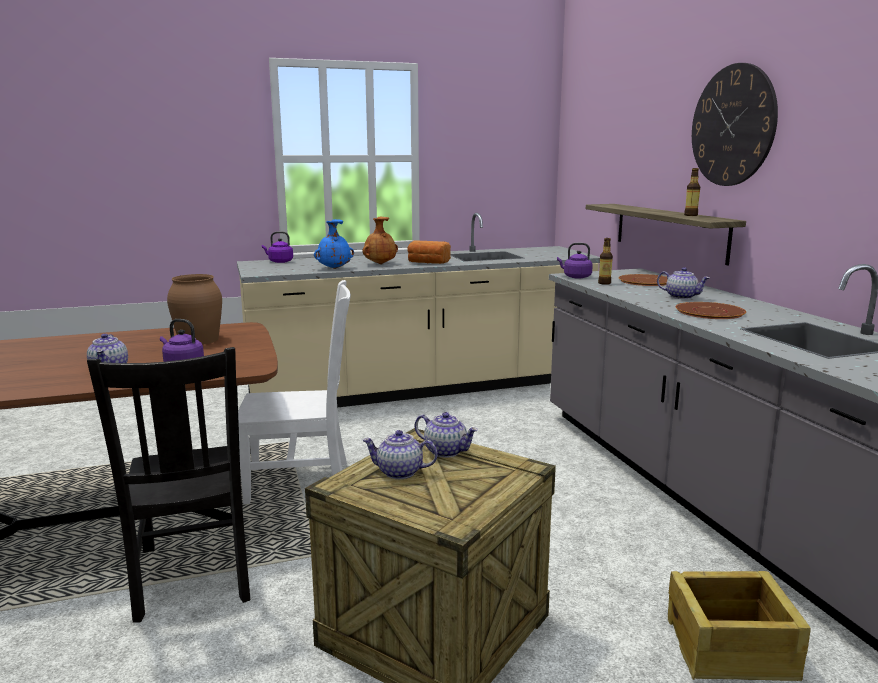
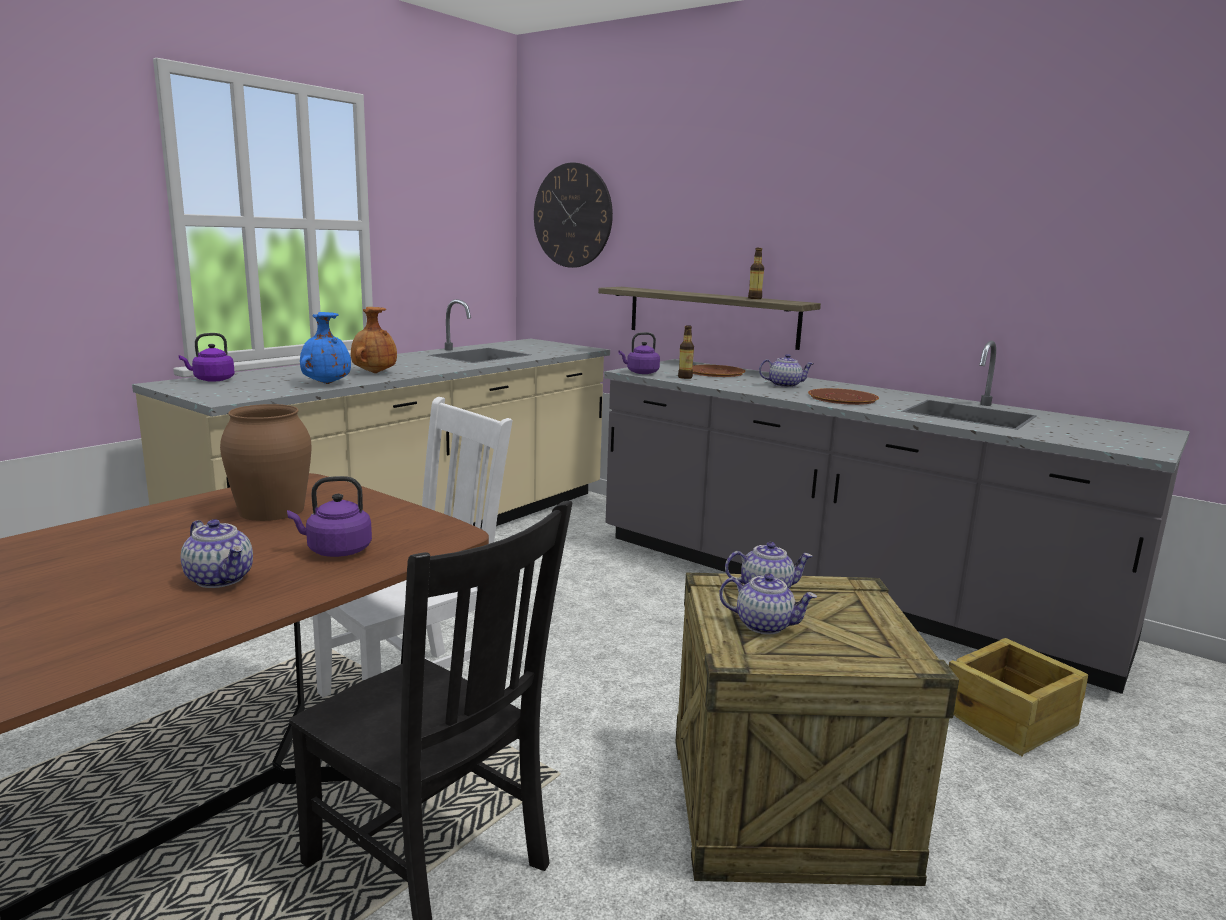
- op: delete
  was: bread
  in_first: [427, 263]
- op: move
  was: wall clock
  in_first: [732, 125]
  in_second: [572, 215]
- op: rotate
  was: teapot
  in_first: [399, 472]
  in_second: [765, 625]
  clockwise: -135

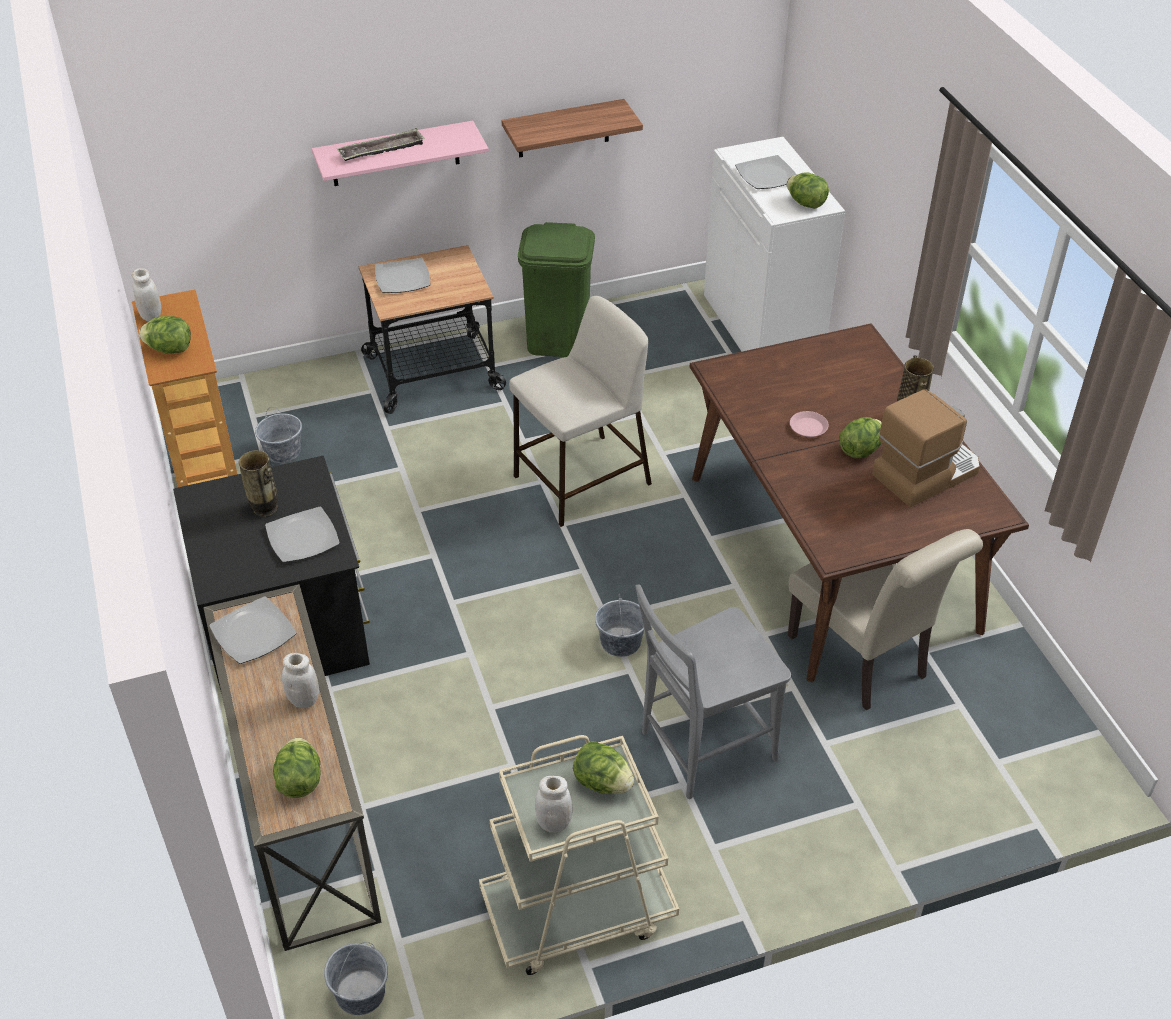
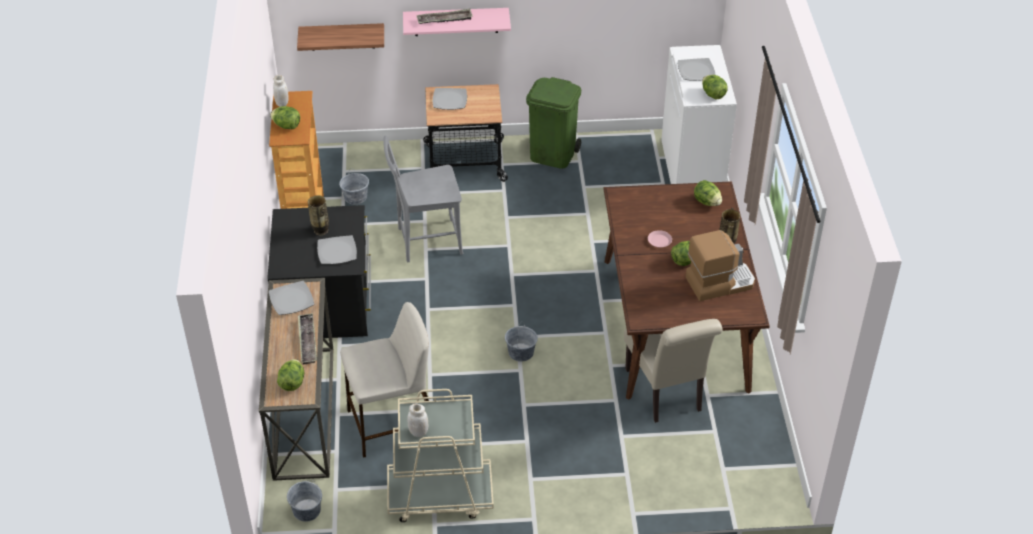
- op: move
  was: shelf
  in_first: [563, 129]
  in_second: [342, 37]
- op: move
  was: stool in beige
  in_first: [581, 481]
  in_second: [392, 424]
- op: move
  was: lettuce
  in_first: [602, 782]
  in_second: [707, 202]
- op: move
  was: chair in grey
  in_first: [701, 748]
  in_second: [426, 241]
- op: replace
  was: jar in white
  now: tray
  in_first: [304, 700]
  in_second: [307, 341]

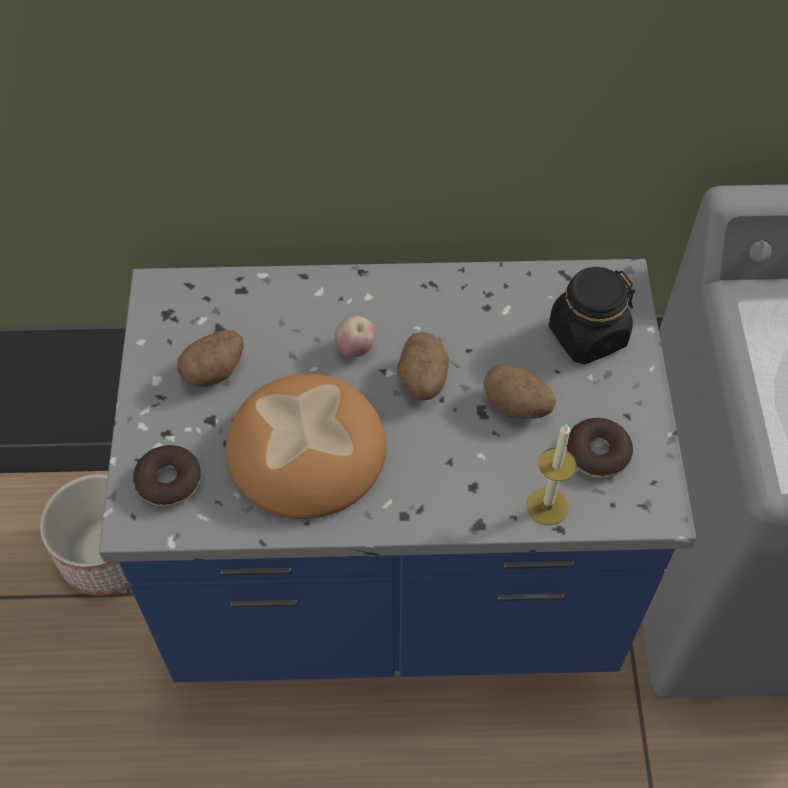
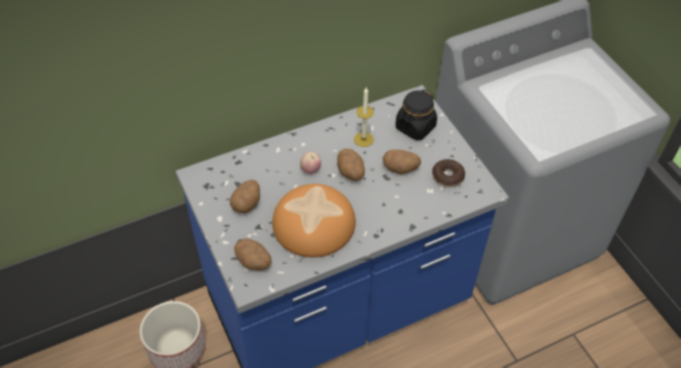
- op: move
  was: candle
  in_first: [547, 506]
  in_second: [363, 139]
- op: replace
  was: donut
  now: potato
  in_first: [169, 481]
  in_second: [254, 262]

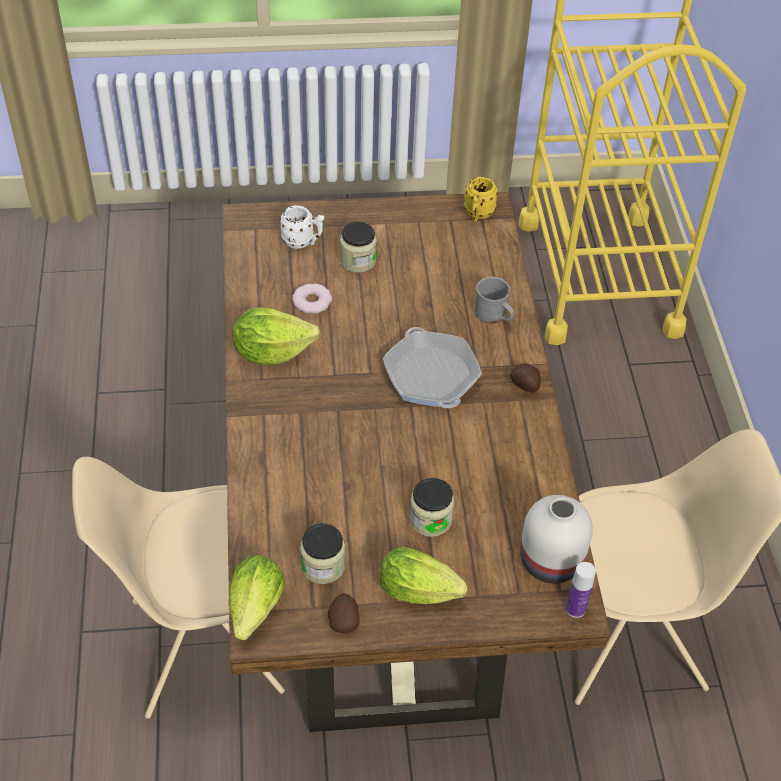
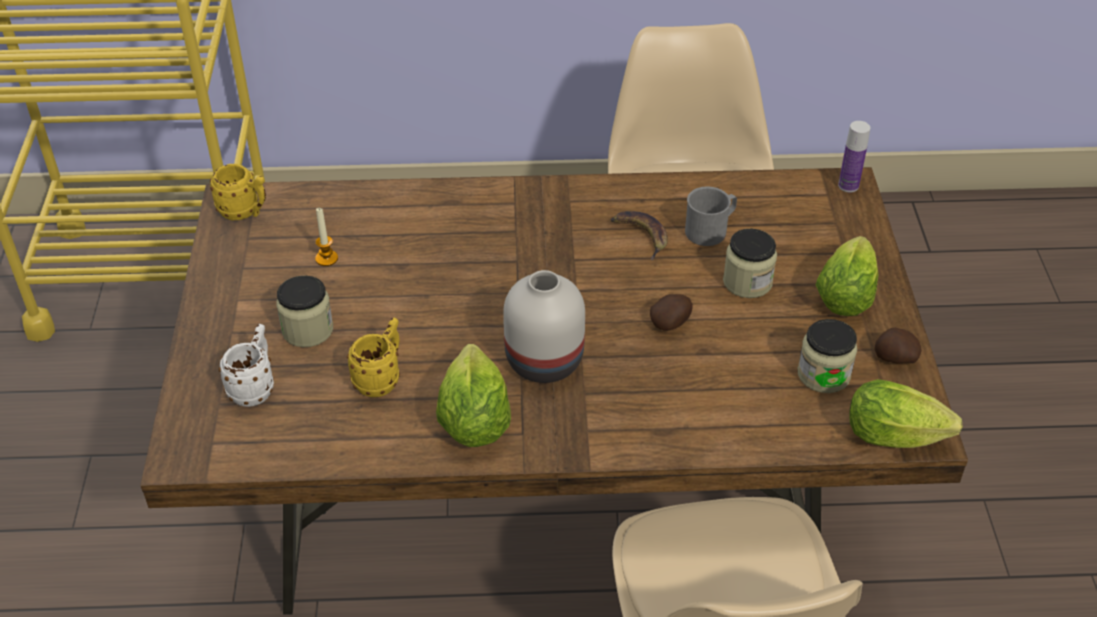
- op: delete
  was: frying pan
  in_first: [431, 376]
- op: insert
  now: candle
  in_second: [326, 258]
- op: insert
  now: banana
  in_second: [640, 235]
- op: move
  was: mug in grey
  in_first: [494, 315]
  in_second: [711, 229]
- op: move
  was: potato
  in_first: [525, 385]
  in_second: [671, 323]
- op: move
  was: vase in white
  in_first: [551, 562]
  in_second: [546, 360]
- op: replace
  was: donut
  now: mug in yellow
  in_first: [312, 302]
  in_second: [381, 379]

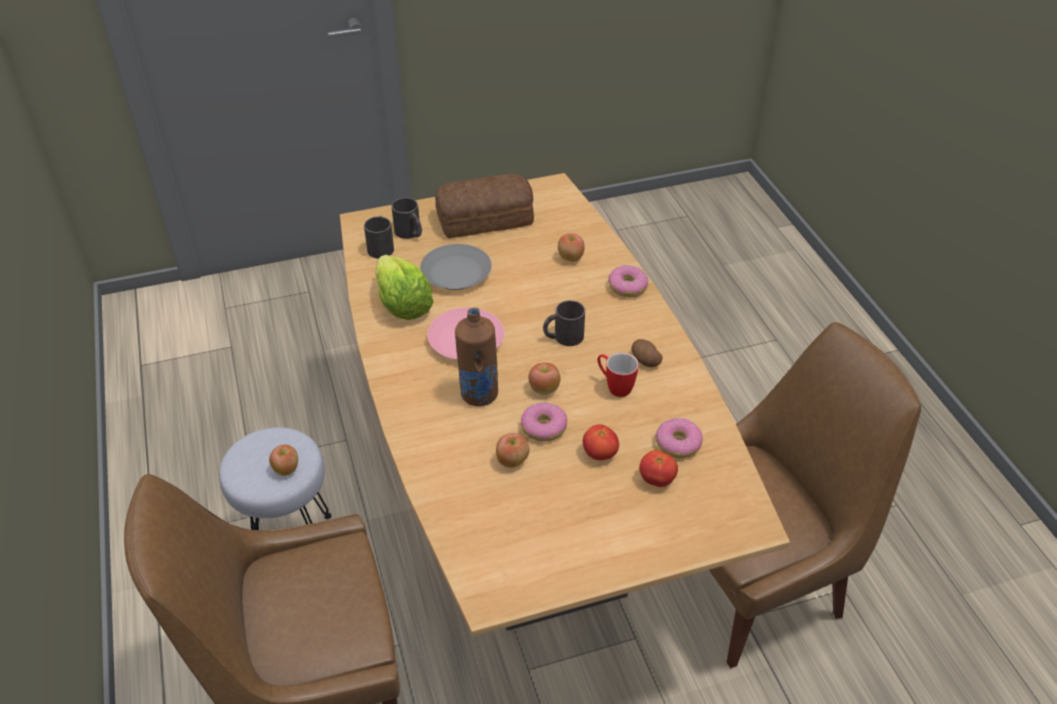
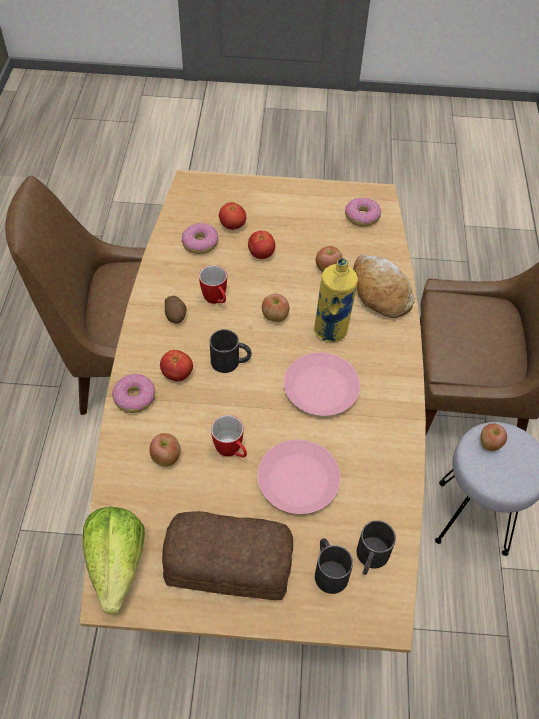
- op: insert
  now: tomato
  in_second: [177, 374]
- op: insert
  now: mug
  in_second: [232, 452]
- op: insert
  now: bread
  in_second: [379, 292]
- op: move
  was: lettuce
  in_first: [402, 305]
  in_second: [117, 565]
- op: move
  was: donut
  in_first: [543, 428]
  in_second: [362, 217]
- op: recolor
  was: plate in grey
  now: plate in pink
  in_first: [456, 273]
  in_second: [298, 480]
- op: recolor
  was: bottle in brown
  now: bottle in yellow
  in_first: [478, 394]
  in_second: [331, 330]

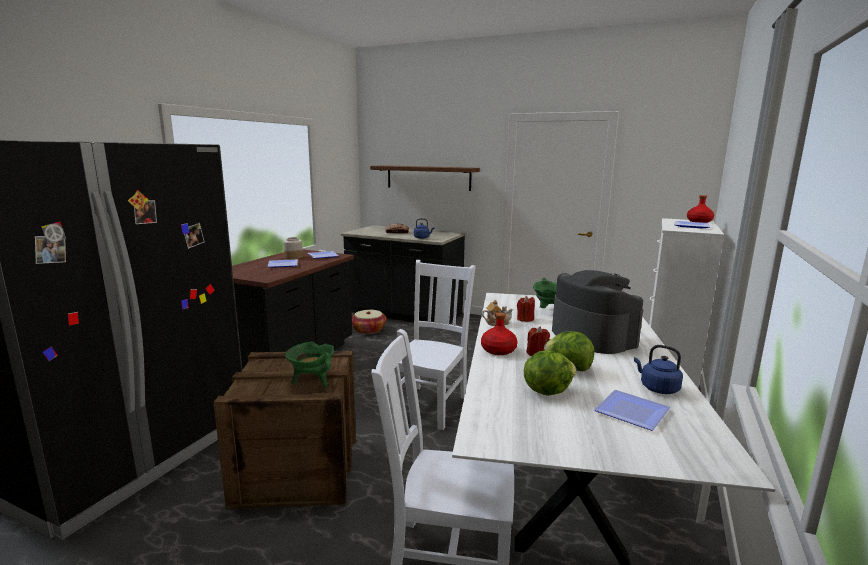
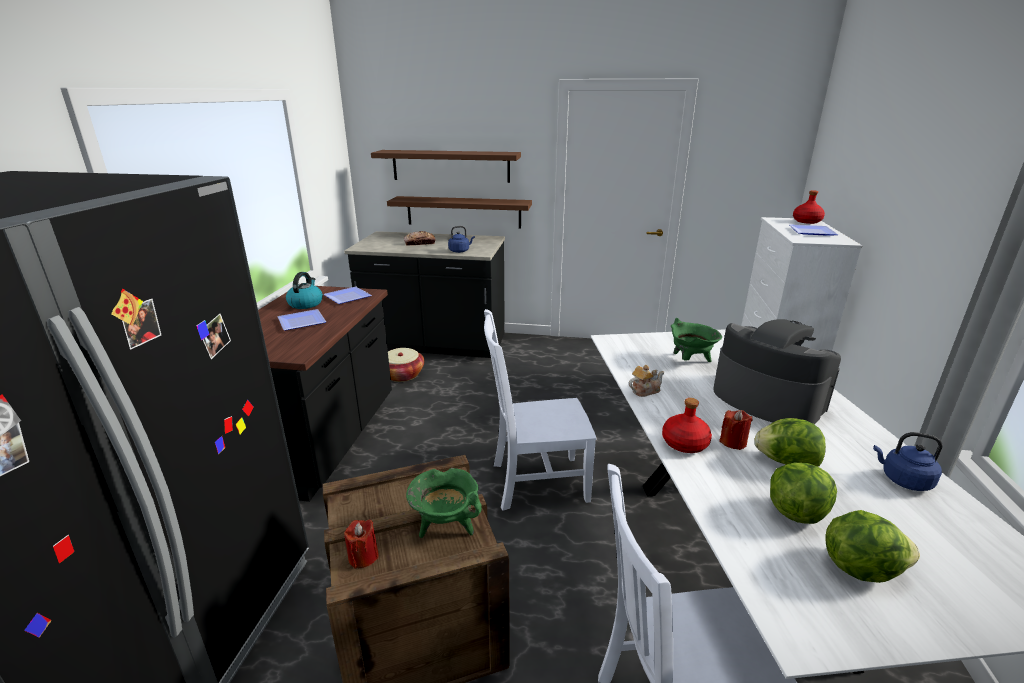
- op: delete
  was: plate
  in_first: [629, 412]
- op: insert
  now: shelf in brown
  in_second: [463, 212]
- op: insert
  now: lettuce
  in_second: [859, 567]
- op: move
  was: candle in red
  in_first: [525, 319]
  in_second: [363, 556]
- op: replace
  was: jar
  now: kettle
  in_first: [293, 257]
  in_second: [305, 303]
- op: rotate
  was: chair in white
  in_first: [430, 405]
  in_second: [536, 482]
  clockwise: -105

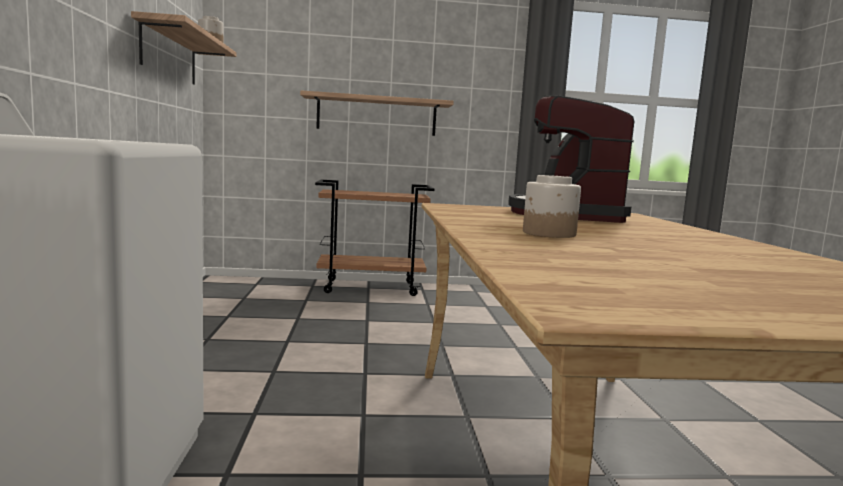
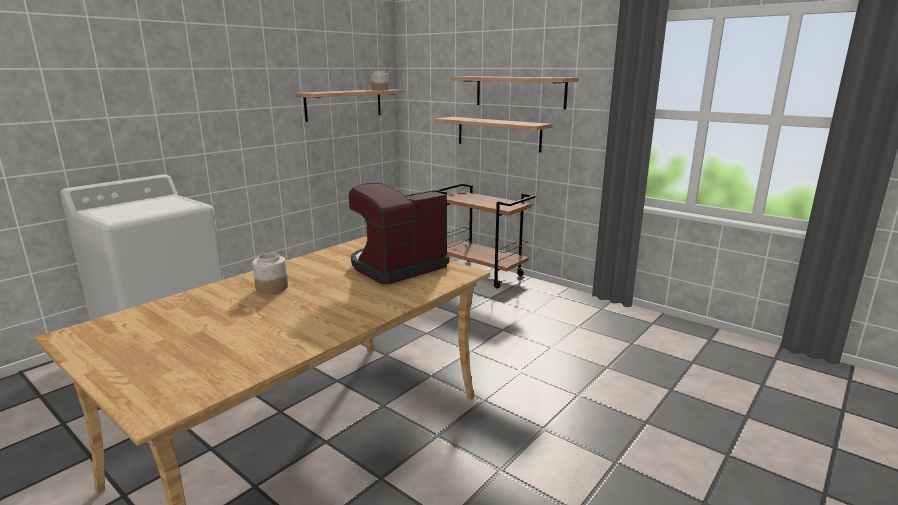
- op: insert
  now: shelf
  in_second: [519, 92]

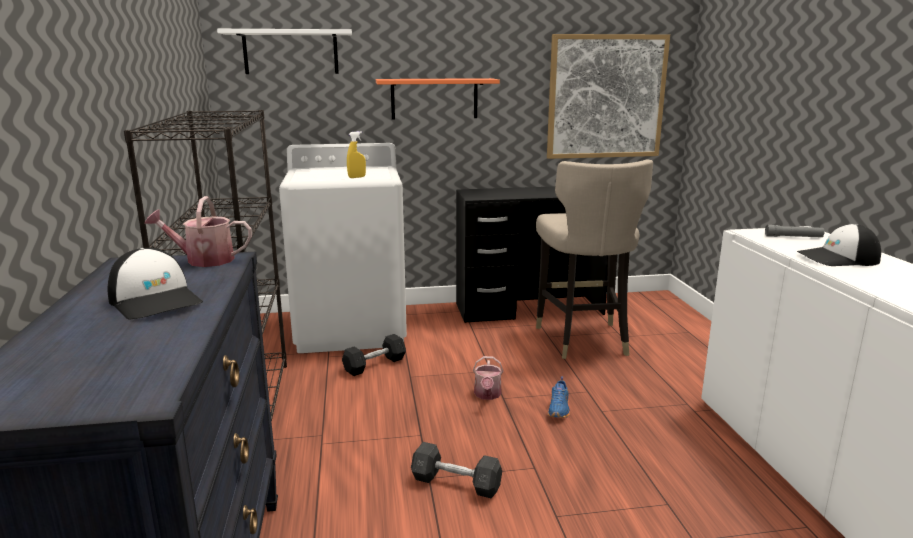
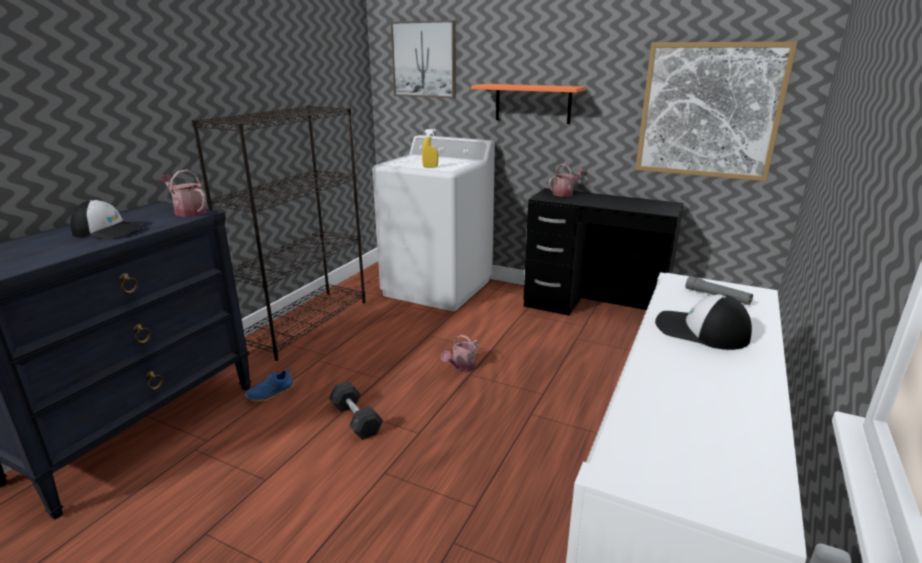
- op: delete
  was: dumbbell in black
  in_first: [374, 365]
- op: delete
  was: stool in beige
  in_first: [583, 339]
- op: insert
  now: watering can
  in_second: [565, 193]
- op: move
  was: shoe in blue
  in_first: [559, 409]
  in_second: [271, 394]
- op: replace
  was: shelf in white
  now: picture
  in_first: [291, 52]
  in_second: [424, 59]
- op: rotate
  was: cap
  in_first: [156, 300]
  in_second: [109, 231]
  clockwise: -75

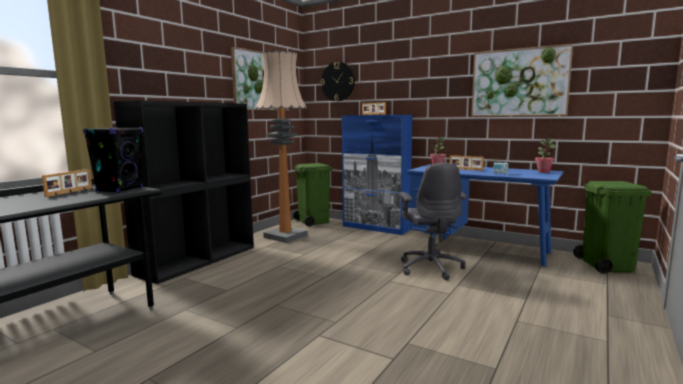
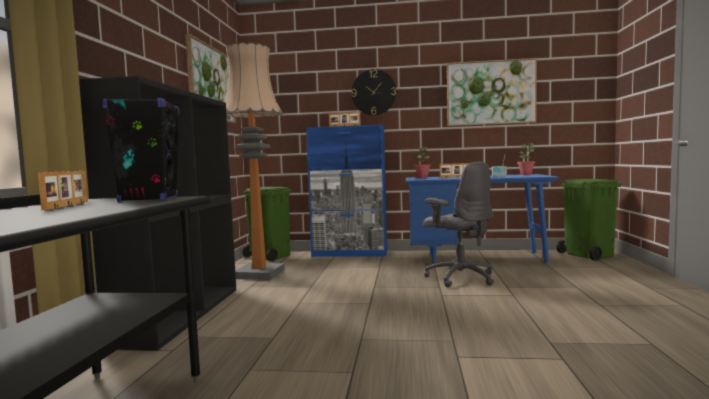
- op: move
  was: wall clock
  in_first: [338, 81]
  in_second: [373, 92]

